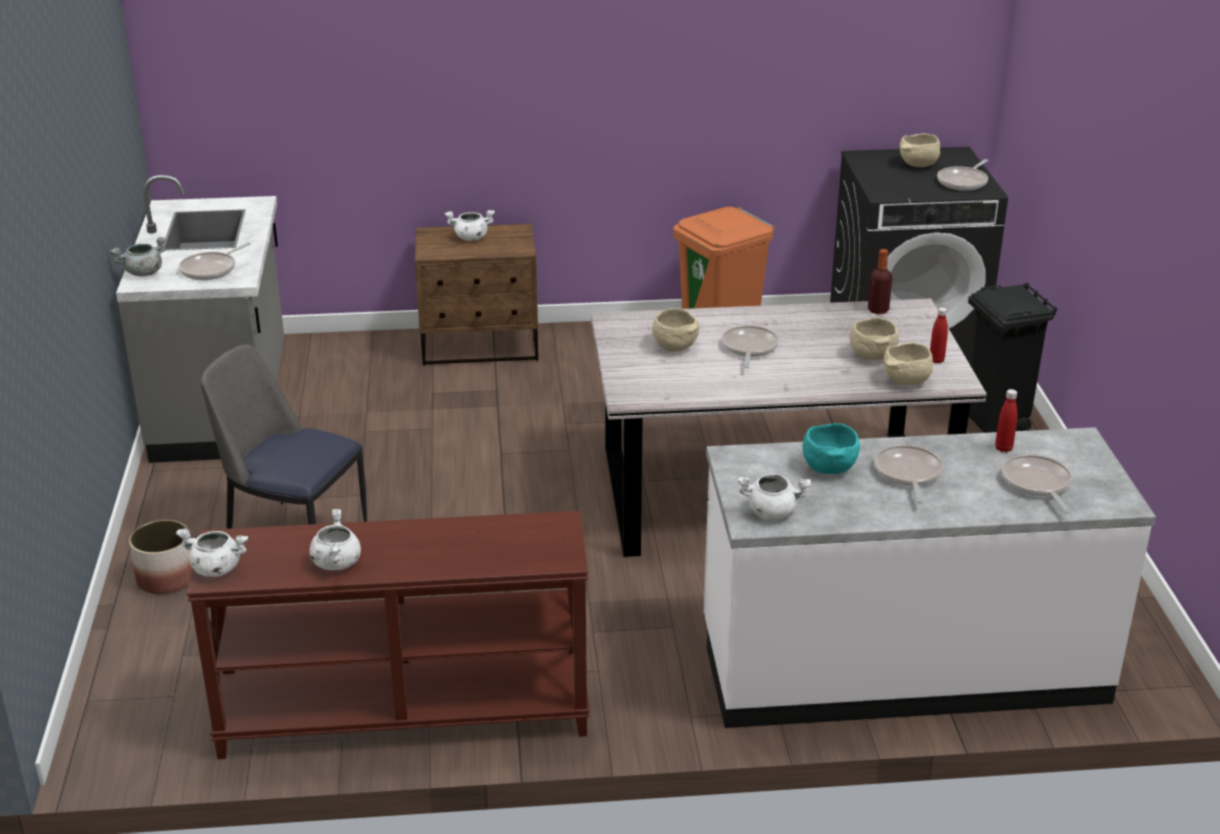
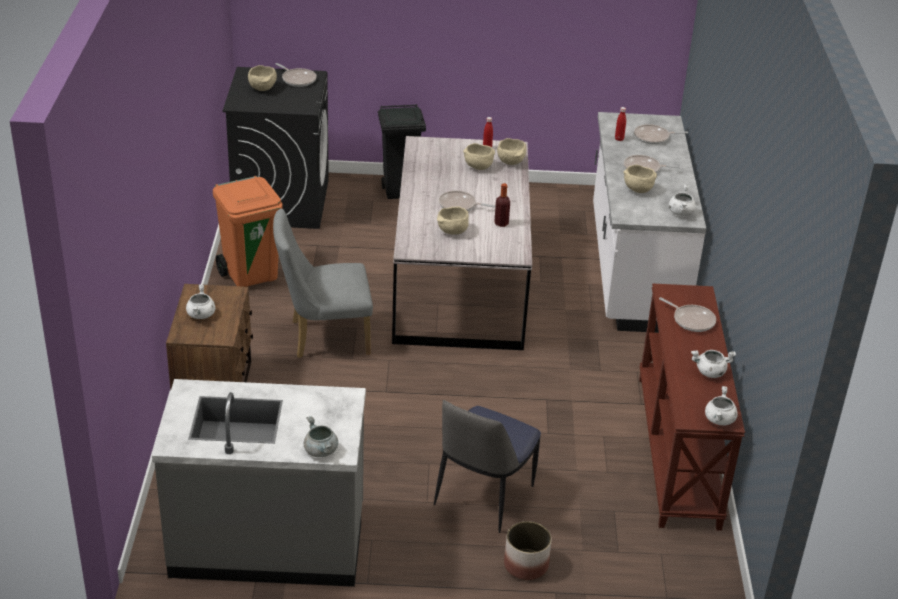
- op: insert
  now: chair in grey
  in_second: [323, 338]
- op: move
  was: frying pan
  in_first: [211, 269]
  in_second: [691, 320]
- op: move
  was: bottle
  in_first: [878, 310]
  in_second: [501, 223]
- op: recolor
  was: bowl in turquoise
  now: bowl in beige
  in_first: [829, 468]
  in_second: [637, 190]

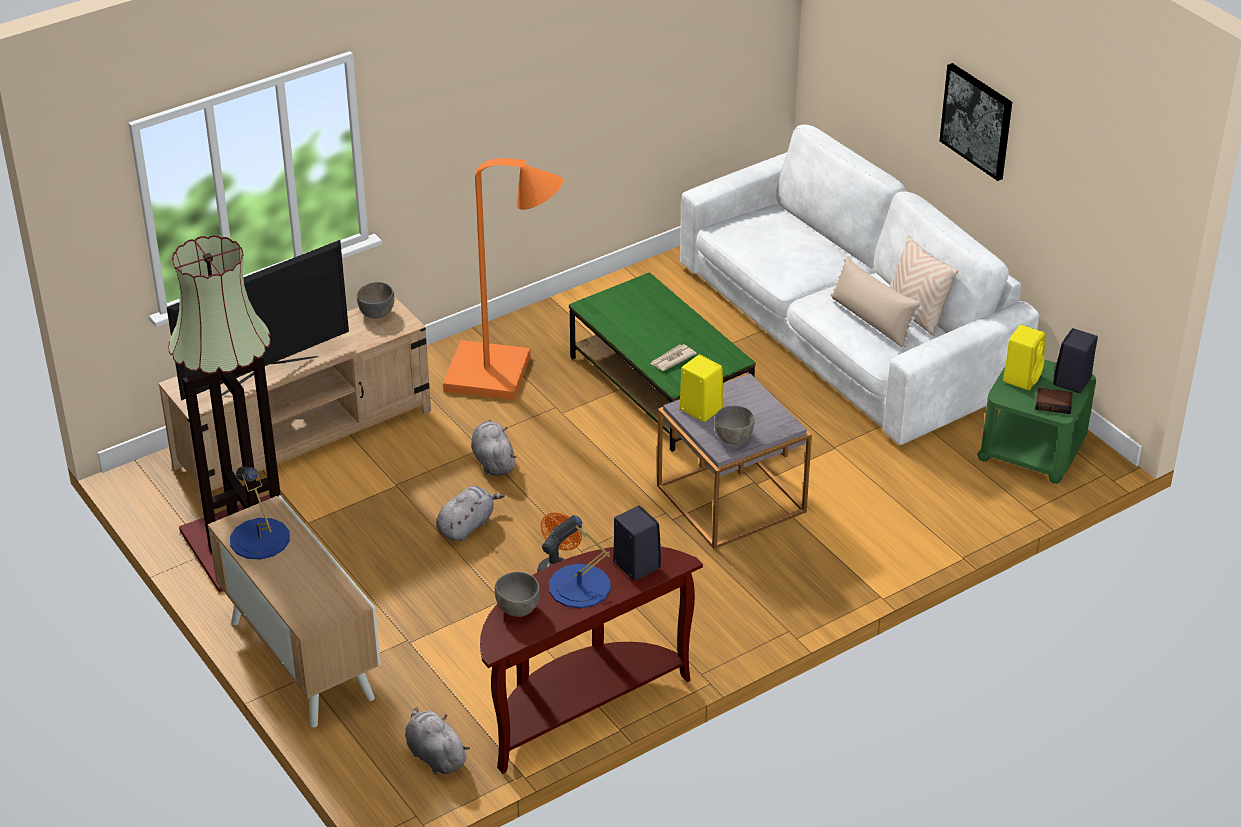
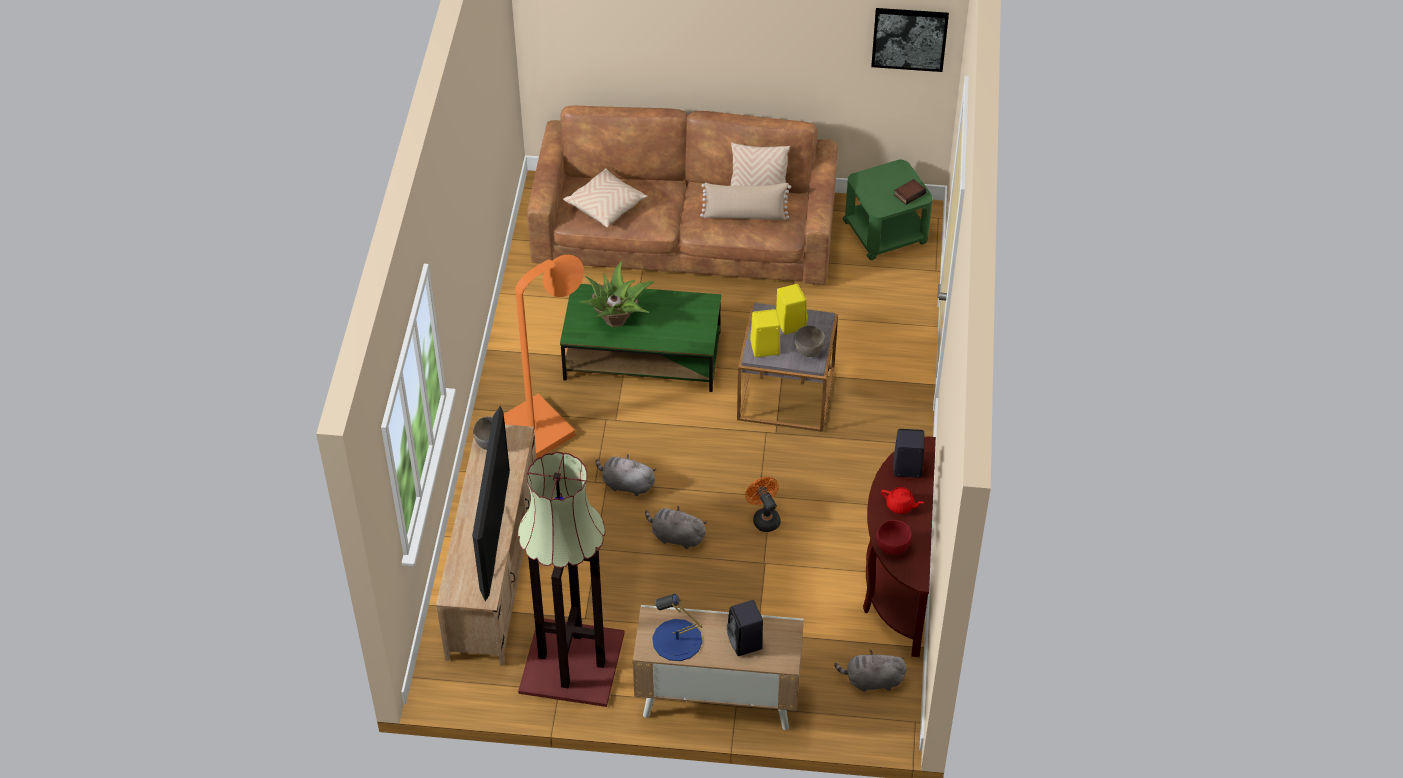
- op: delete
  was: newspaper
  in_first: [672, 359]
- op: insert
  now: pillow in beige
  in_second: [606, 206]
- op: insert
  now: potted plant
  in_second: [616, 319]
- op: move
  was: picture
  in_first: [977, 121]
  in_second: [909, 38]
- op: move
  was: speaker in yellow
  in_first: [1022, 377]
  in_second: [790, 323]
- op: move
  was: speaker in black
  in_first: [1072, 382]
  in_second: [745, 642]
- op: replace
  was: table lamp in blue
  now: teapot in red
  in_first: [579, 586]
  in_second: [900, 506]
- op: recolor
  was: bowl in grey
  now: bowl in red
  in_first: [517, 608]
  in_second: [892, 547]
- op: recolor
  was: sofa in white
  now: sofa in brown
  in_first: [846, 327]
  in_second: [684, 232]
- op: rotate
  was: plush toy in grey
  in_first: [467, 526]
  in_second: [676, 537]
  clockwise: -60

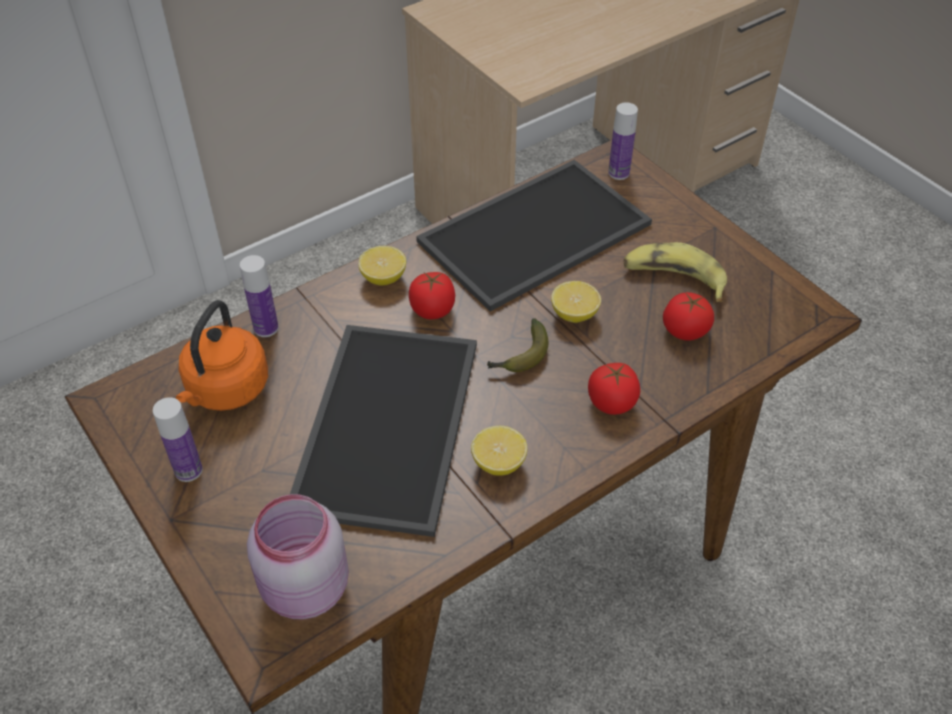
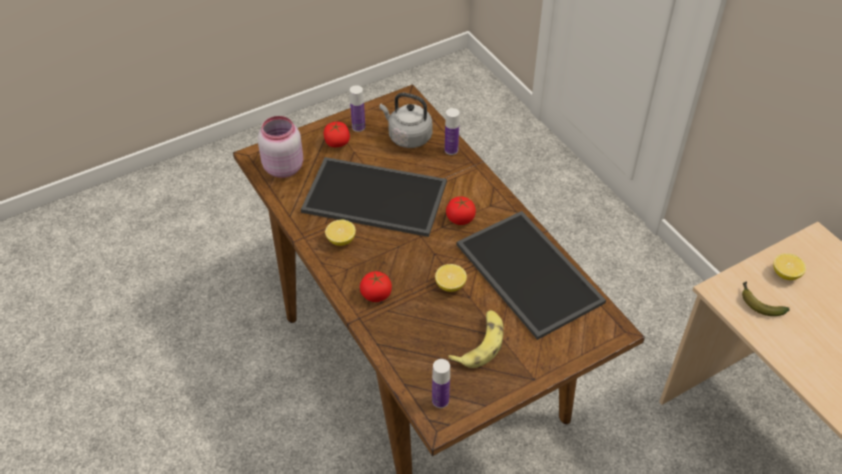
- op: move
  was: lemon
  in_first: [383, 278]
  in_second: [785, 274]
- op: move
  was: banana
  in_first: [520, 356]
  in_second: [759, 303]
- op: move
  was: bottle
  in_first: [618, 173]
  in_second: [440, 400]
- op: move
  was: tomato
  in_first: [685, 330]
  in_second: [337, 143]
- op: recolor
  was: kettle in orange
  now: kettle in grey
  in_first: [226, 390]
  in_second: [407, 137]

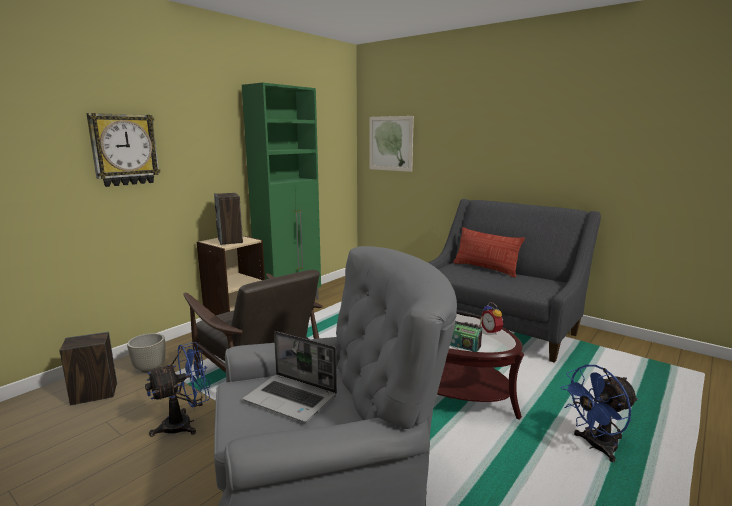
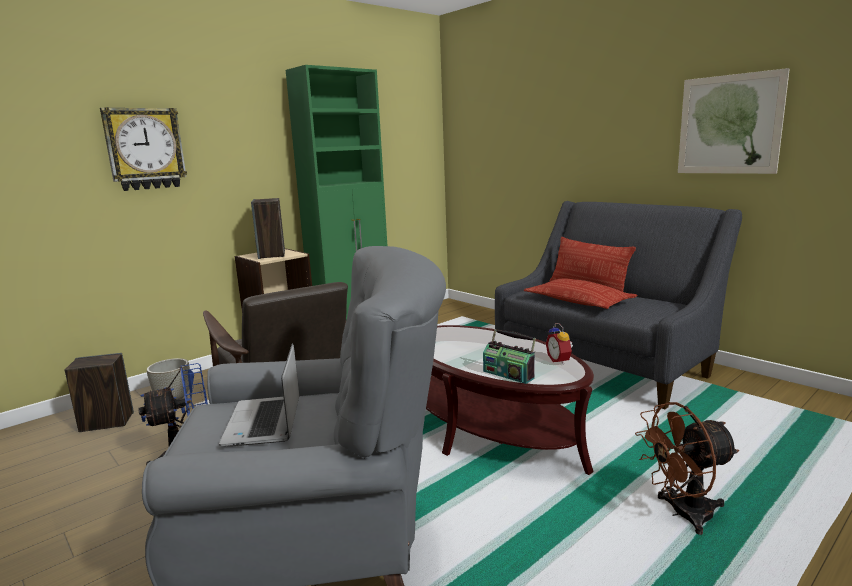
- op: insert
  now: pillow
  in_second: [578, 301]
- op: move
  was: picture
  in_first: [390, 143]
  in_second: [729, 124]
- op: recolor
  was: fan in blue
  now: fan in brown
  in_first: [595, 447]
  in_second: [682, 514]
- op: rotate
  was: laptop
  in_first: [292, 398]
  in_second: [265, 423]
  clockwise: 45

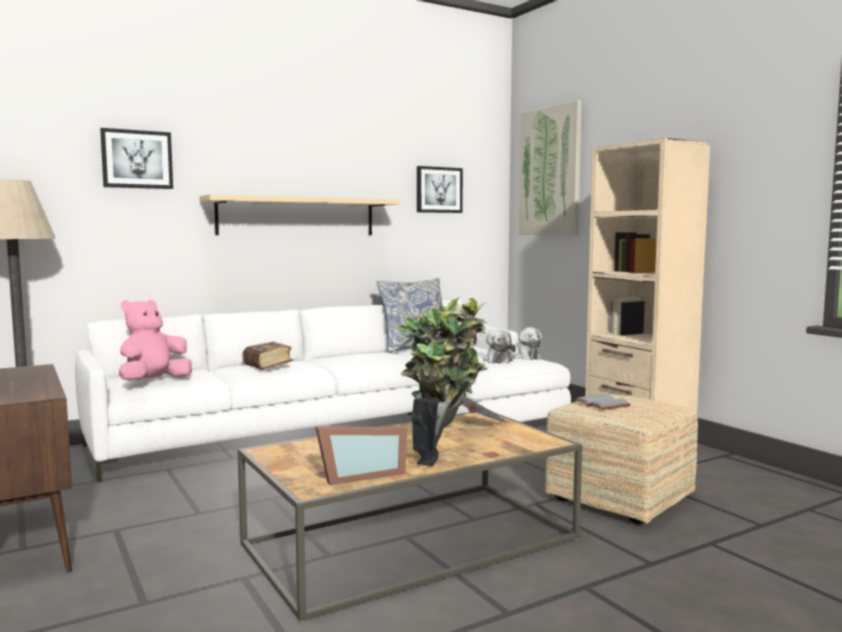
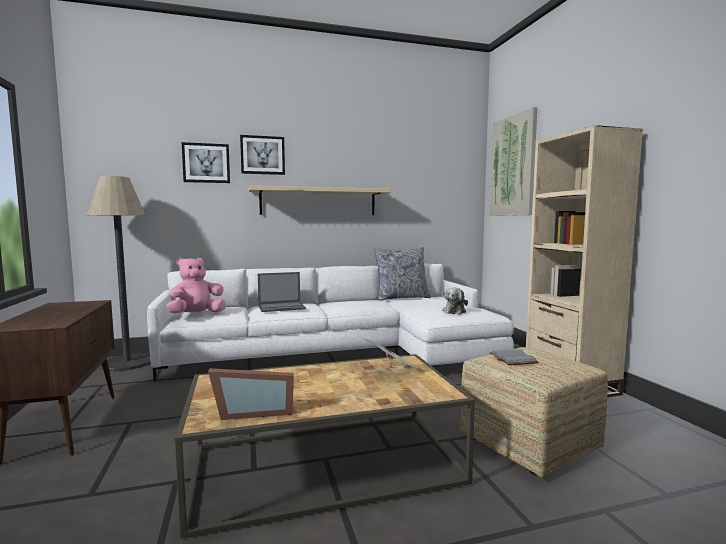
- op: delete
  was: potted plant
  in_first: [443, 456]
- op: delete
  was: plush toy
  in_first: [522, 357]
- op: move
  was: picture
  in_first: [438, 190]
  in_second: [262, 155]
- op: replace
  was: book
  now: laptop
  in_first: [268, 366]
  in_second: [282, 307]

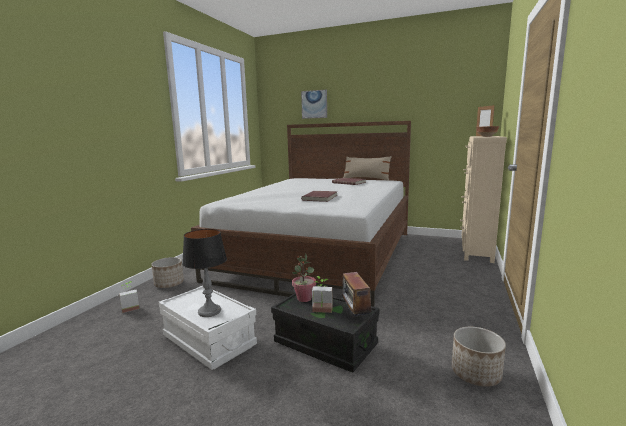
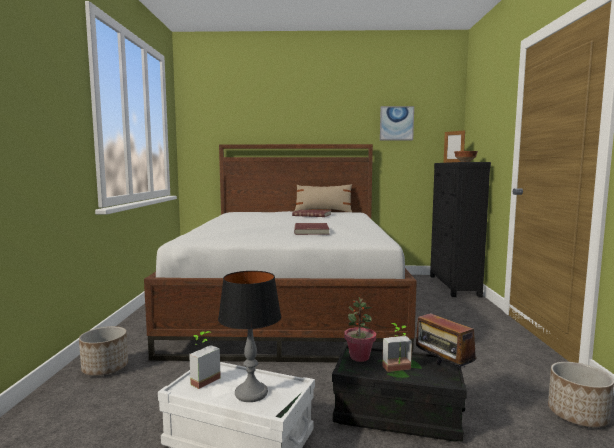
- op: move
  was: potted plant
  in_first: [130, 308]
  in_second: [202, 379]
- op: move
  was: picture
  in_first: [314, 104]
  in_second: [396, 123]
- op: recolor
  was: dresser in beige
  now: dresser in black
  in_first: [475, 250]
  in_second: [453, 286]

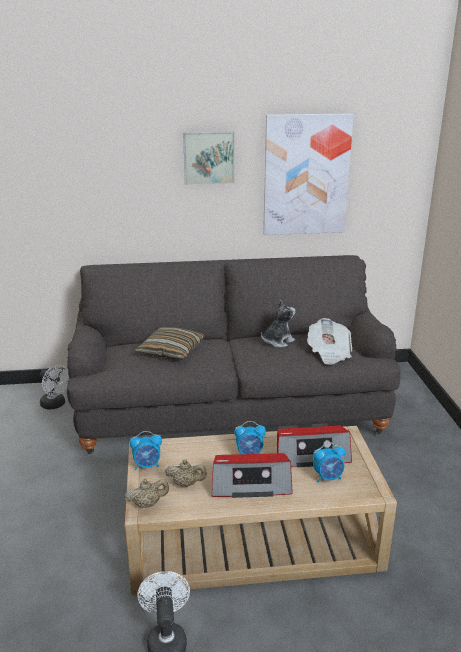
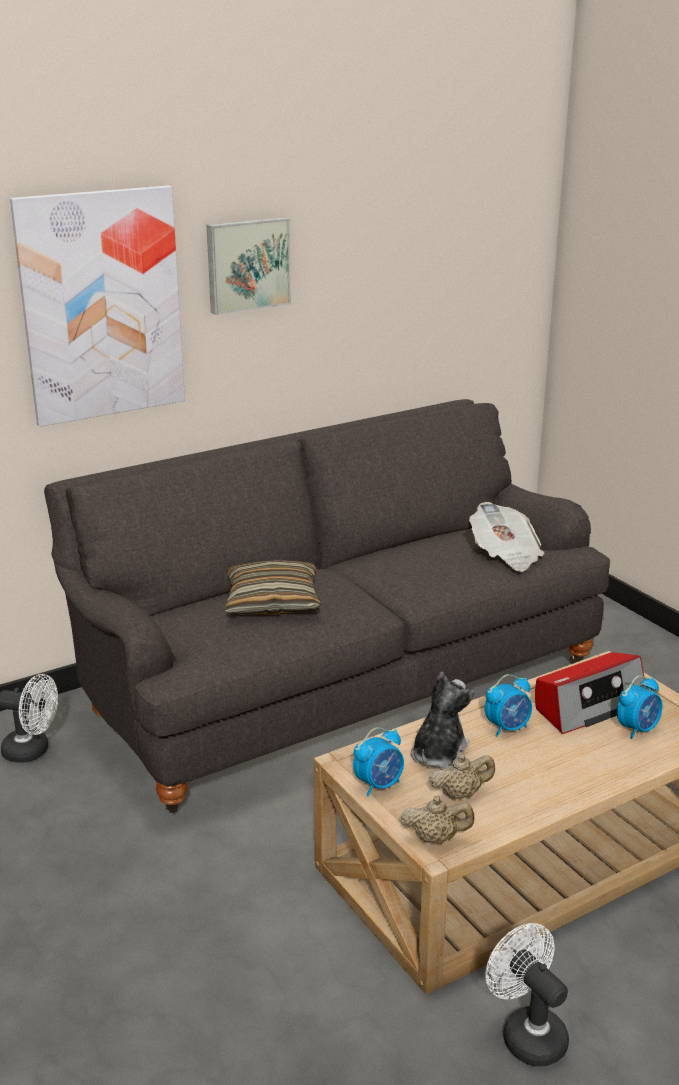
- op: delete
  was: radio
  in_first: [251, 484]
- op: move
  was: plush toy
  in_first: [277, 341]
  in_second: [439, 755]
- op: move
  was: picture
  in_first: [306, 175]
  in_second: [101, 305]
- op: rotate
  was: teapot in beige
  in_first: [147, 504]
  in_second: [436, 838]
  clockwise: 45

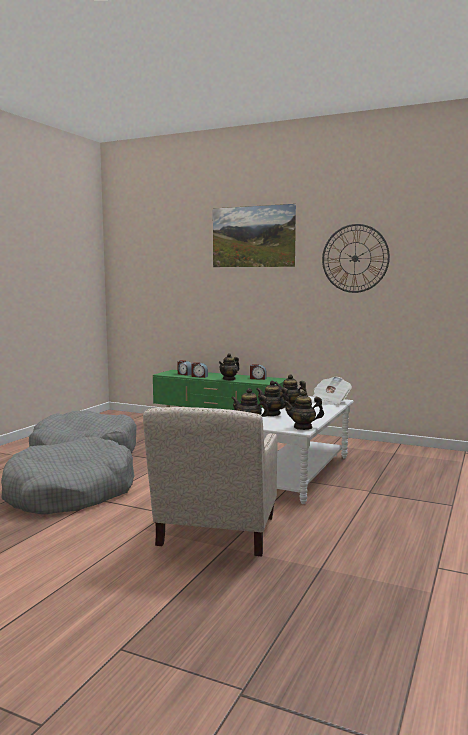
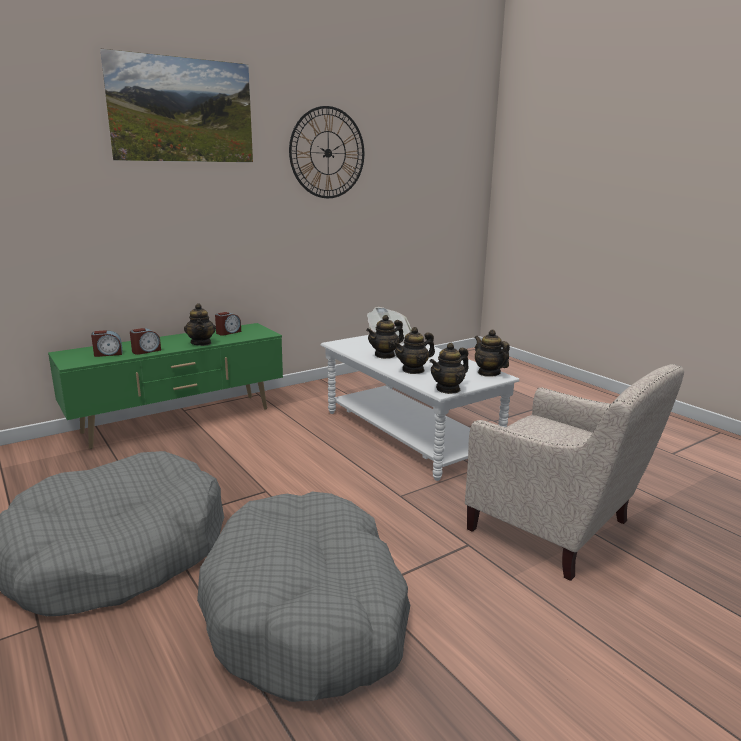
- op: rotate
  was: teapot
  in_first: [303, 427]
  in_second: [489, 373]
  clockwise: 120

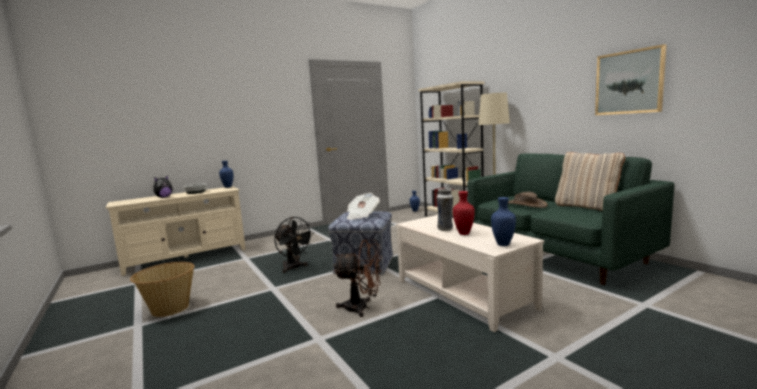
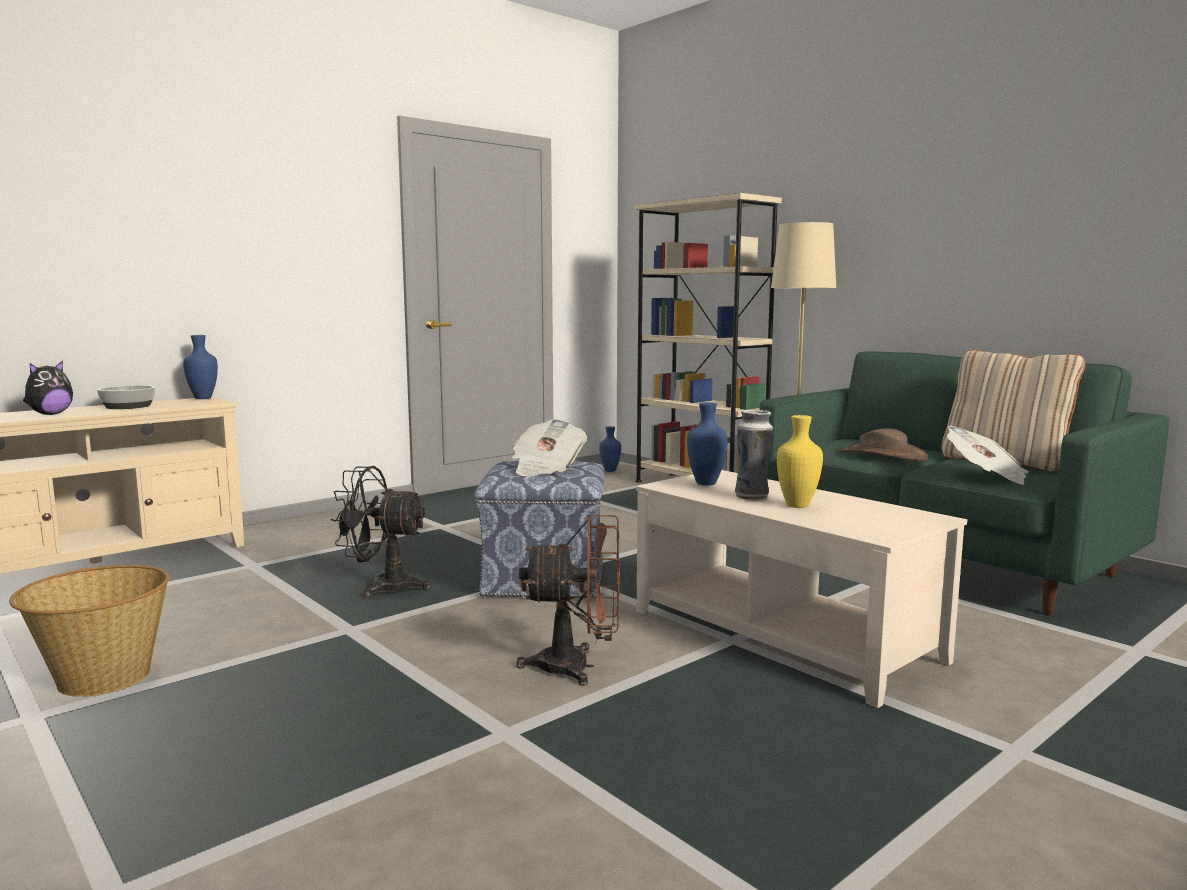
- op: delete
  was: picture
  in_first: [629, 82]
- op: insert
  now: newspaper
  in_second: [986, 476]
- op: move
  was: vase in blue
  in_first: [502, 244]
  in_second: [704, 483]
- op: recolor
  was: vase in red
  now: vase in yellow
  in_first: [464, 233]
  in_second: [797, 505]
- op: rotate
  was: fan in black
  in_first: [294, 268]
  in_second: [382, 586]
  clockwise: 150

